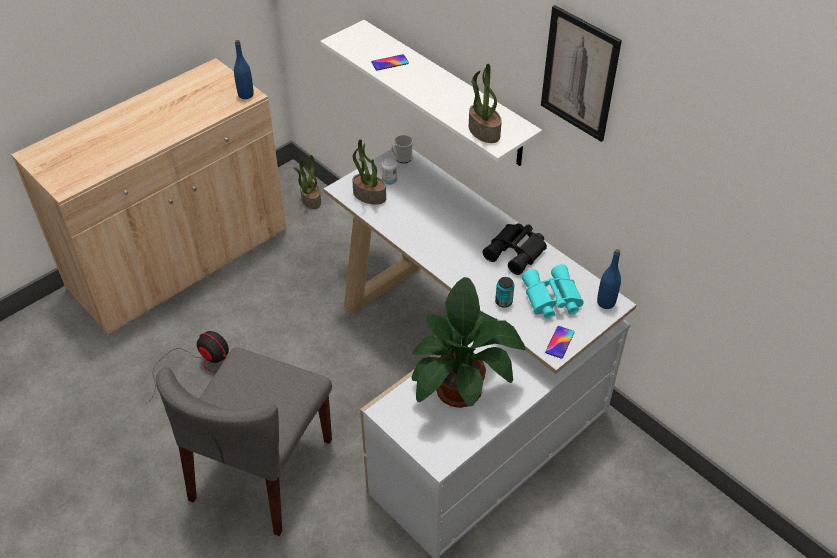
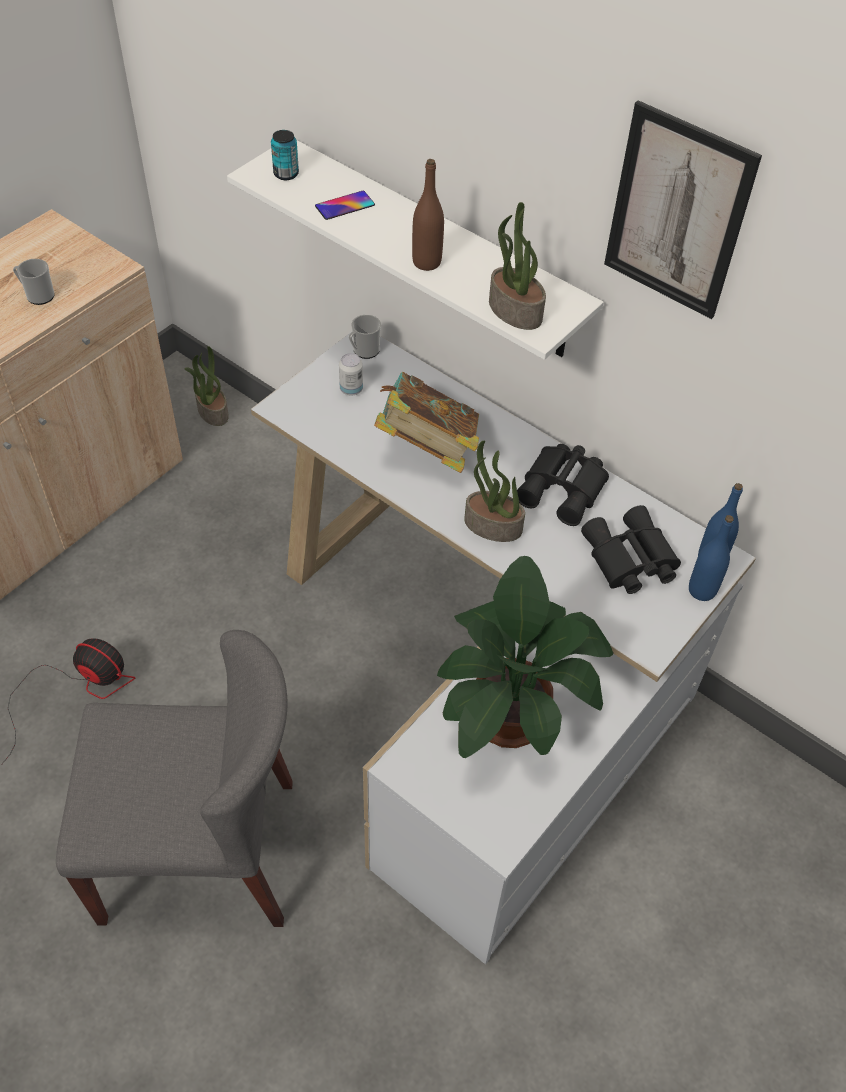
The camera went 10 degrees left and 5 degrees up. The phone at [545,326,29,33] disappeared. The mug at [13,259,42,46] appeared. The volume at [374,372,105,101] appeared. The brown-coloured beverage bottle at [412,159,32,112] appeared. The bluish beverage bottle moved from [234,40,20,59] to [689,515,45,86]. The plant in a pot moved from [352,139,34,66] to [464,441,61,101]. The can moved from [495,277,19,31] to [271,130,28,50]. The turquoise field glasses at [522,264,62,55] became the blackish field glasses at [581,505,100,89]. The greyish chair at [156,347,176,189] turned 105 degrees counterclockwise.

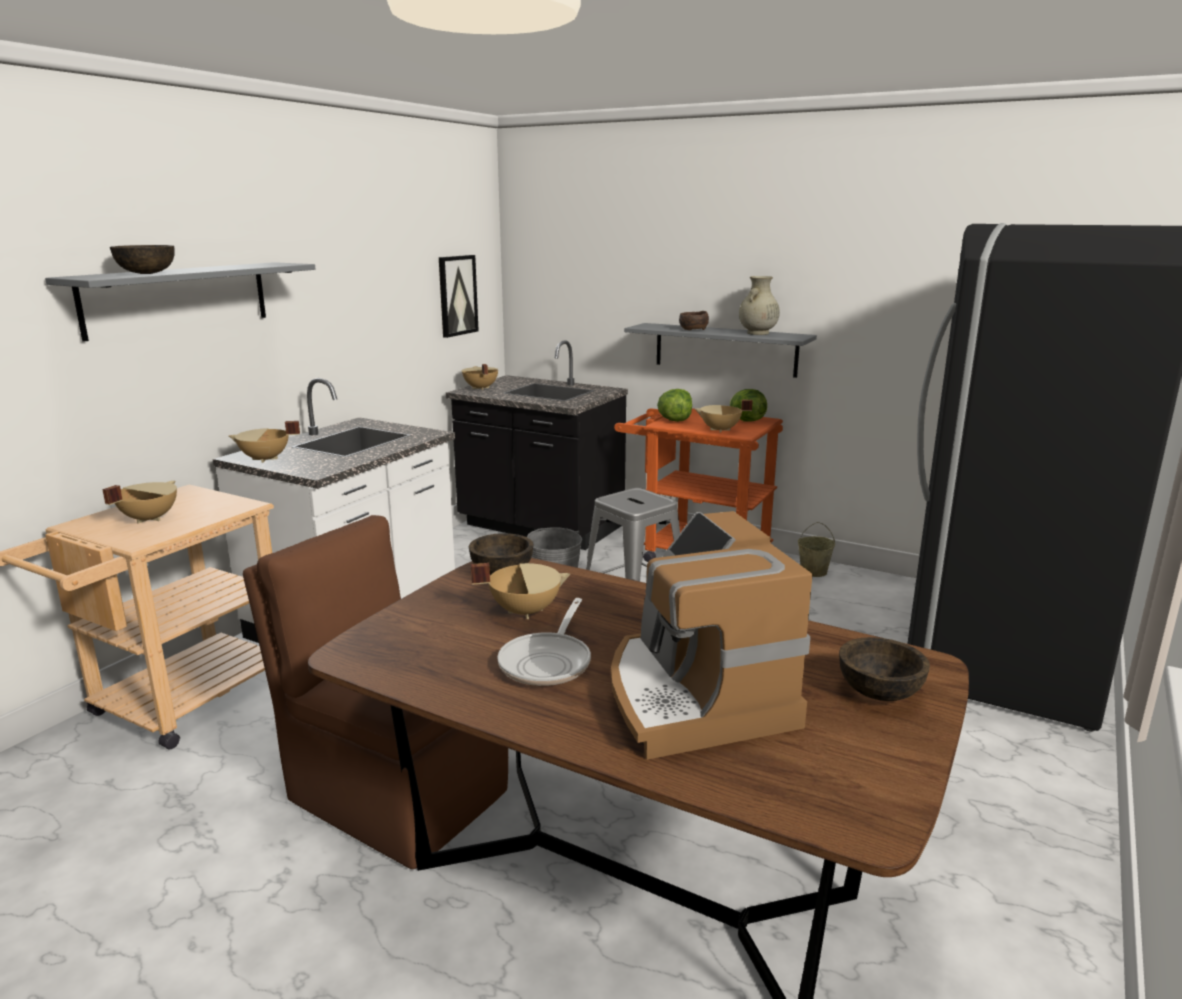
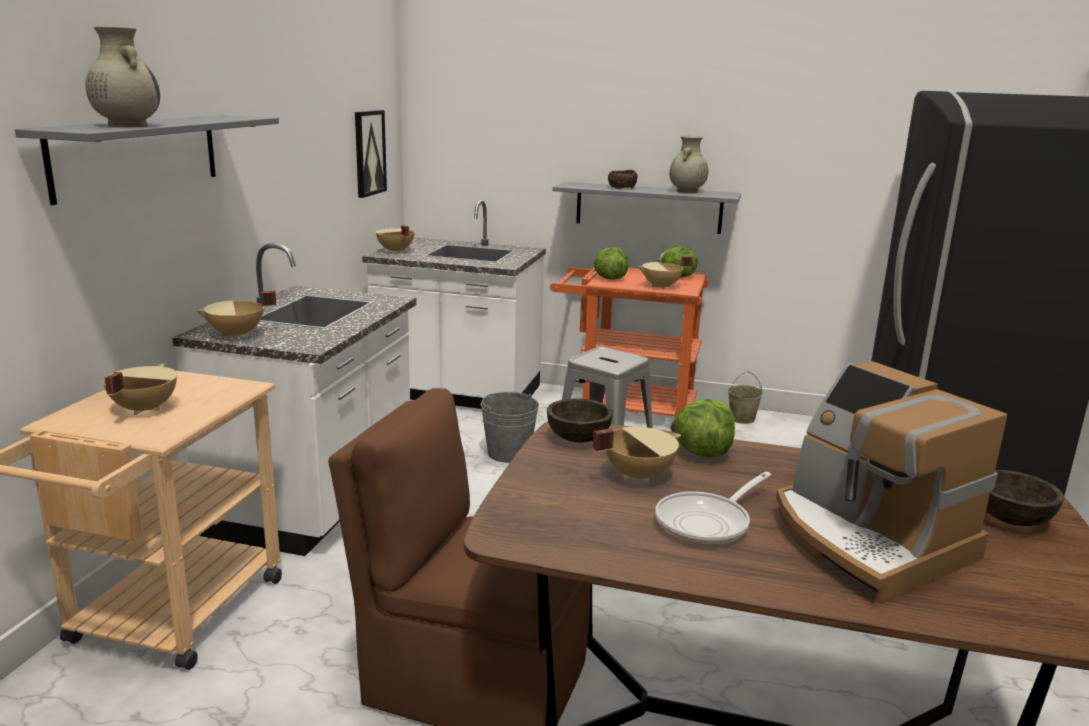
The camera went 15 degrees left and 0 degrees up. The head of lettuce at [673,399,62,58] appeared. The brown-coloured serving bowl at [110,245,64,29] was replaced by the beige flower vase at [85,27,75,100]. The blackish counter at [446,340,182,210] became the white-coloured counter at [362,200,184,209]. The pan at [497,598,94,88] turned 45 degrees clockwise.

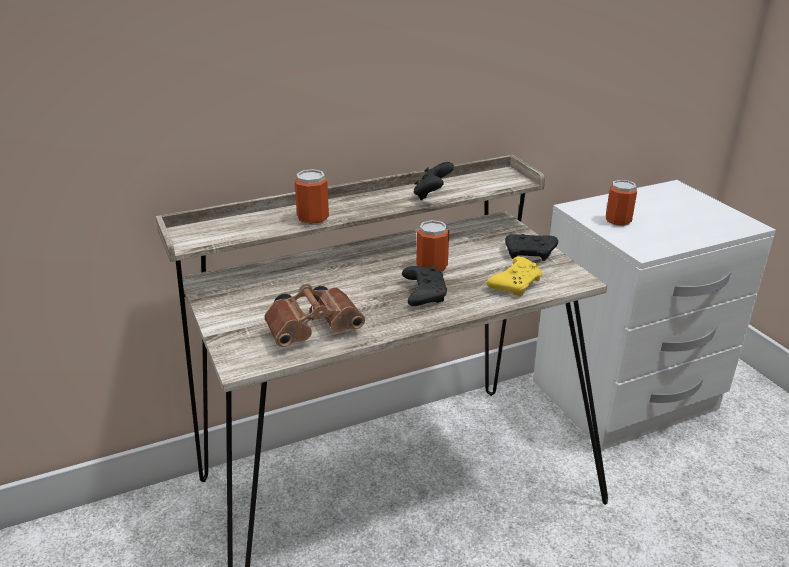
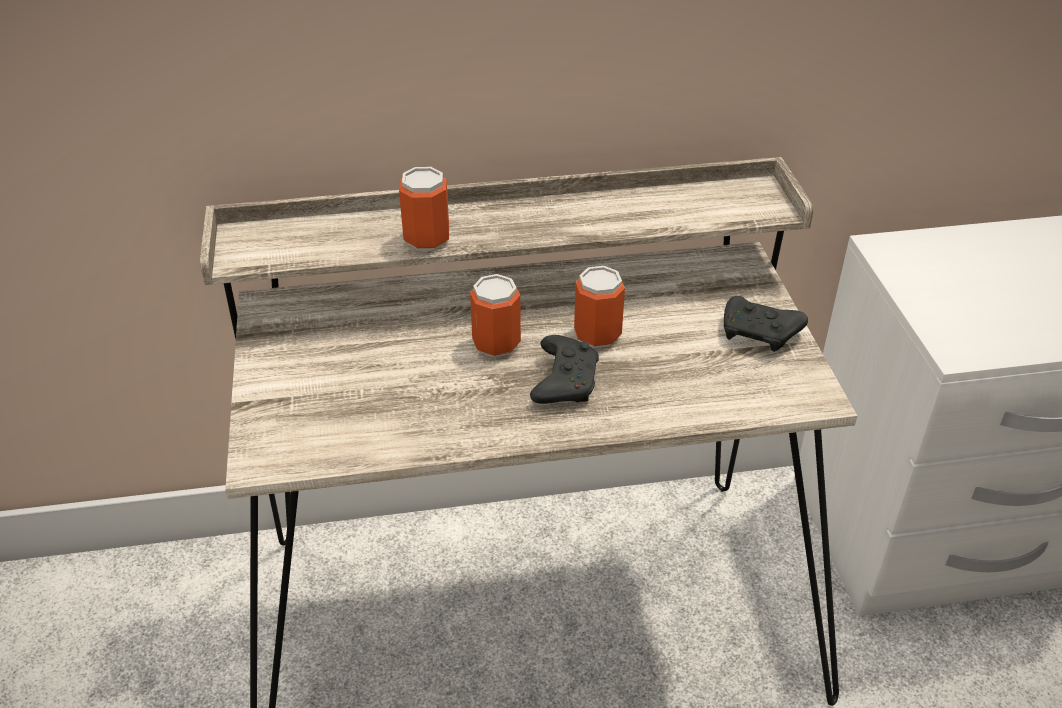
The camera went 15 degrees right and 10 degrees up. The brown-coloured field glasses at [264,284,101,63] disappeared. The blackish joypad at [414,162,40,38] disappeared. The yellow joypad at [487,256,55,40] disappeared. The can moved from [606,180,31,46] to [470,274,51,84].

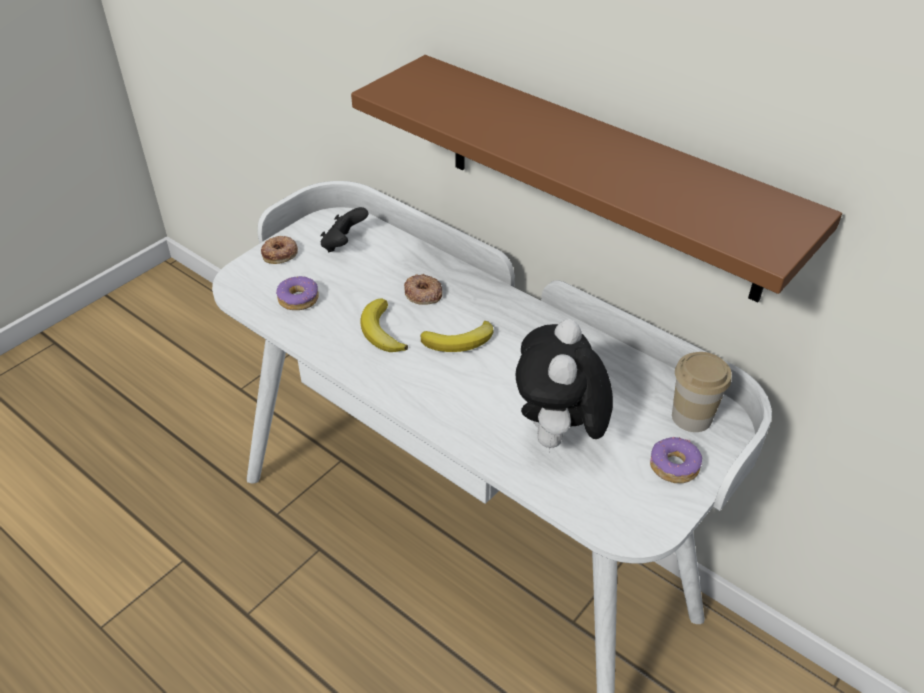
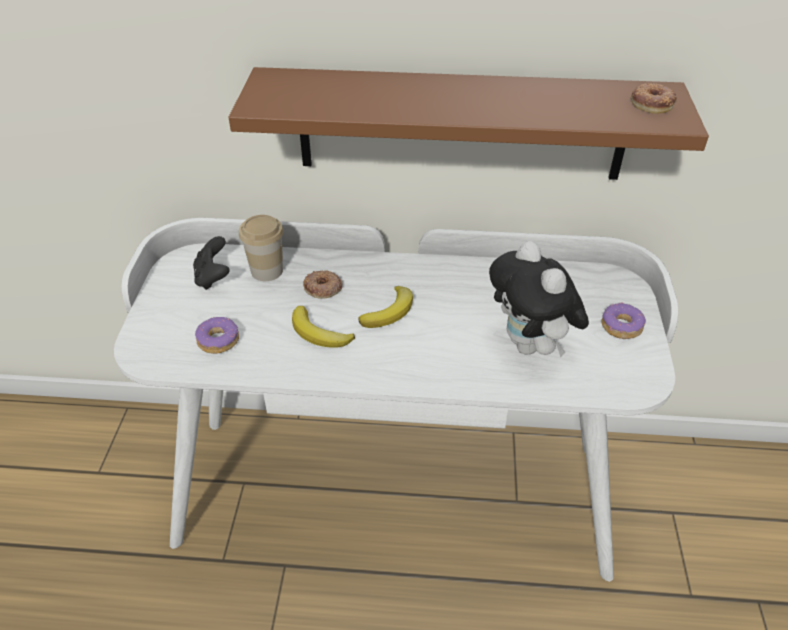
The camera went 35 degrees left and 0 degrees up. The ring doughnut moved from [261,236,37,28] to [631,83,46,31]. The drinking cup moved from [672,352,60,80] to [239,215,45,66].

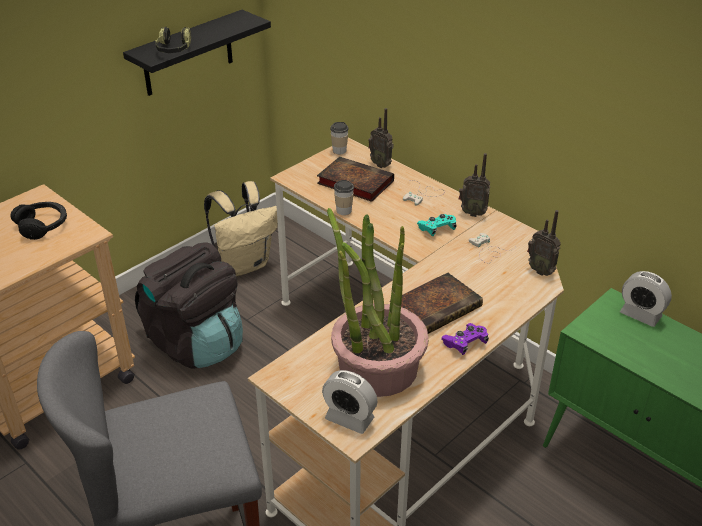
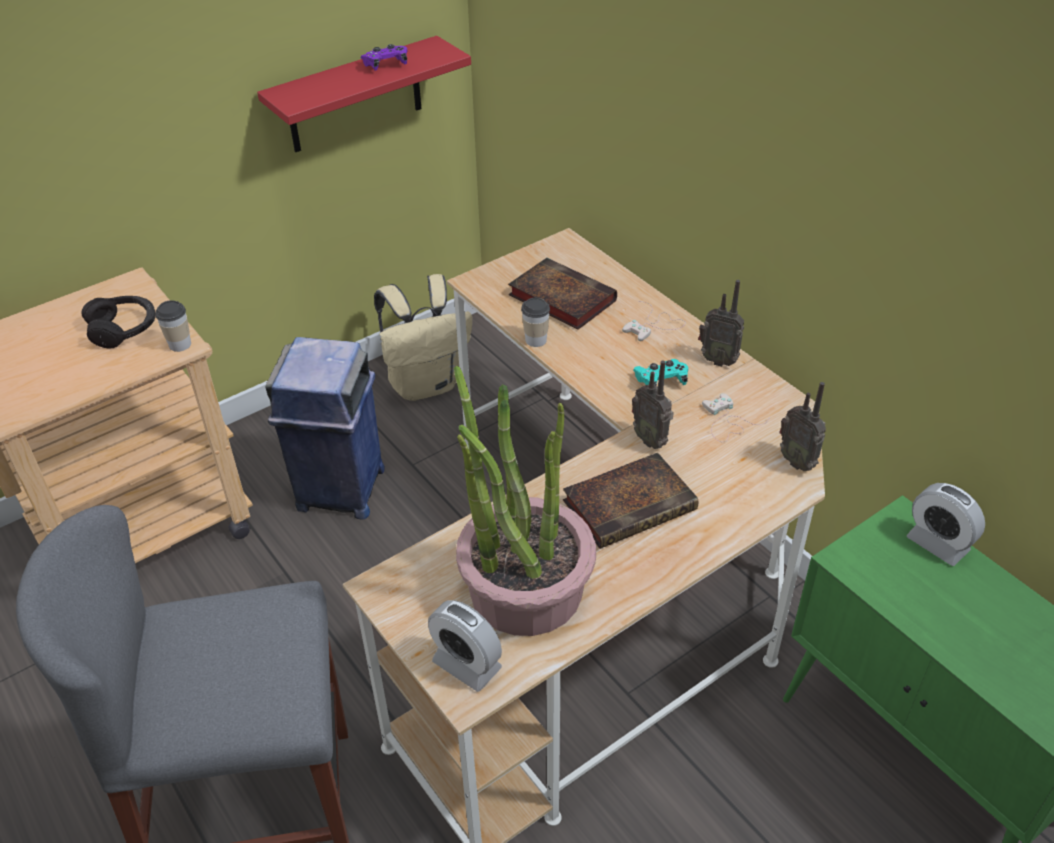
The camera went 10 degrees right and 5 degrees up. The headset at [155,27,36,26] disappeared. The drinking cup moved from [330,122,19,32] to [155,300,36,52]. The radio receiver moved from [368,108,25,60] to [632,360,42,89]. The purple joypad moved from [442,323,47,32] to [361,44,47,26]. The blackish knapsack at [135,242,108,126] was replaced by the bluish trash can at [265,337,120,183]. The blackish shelf at [123,10,148,86] became the red shelf at [257,36,214,116].

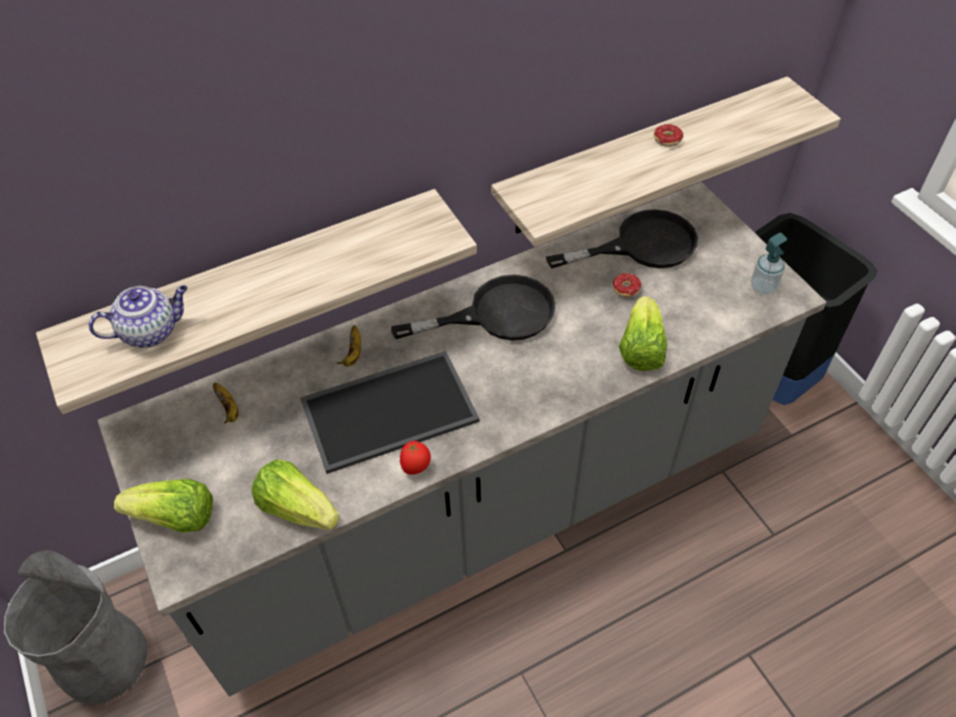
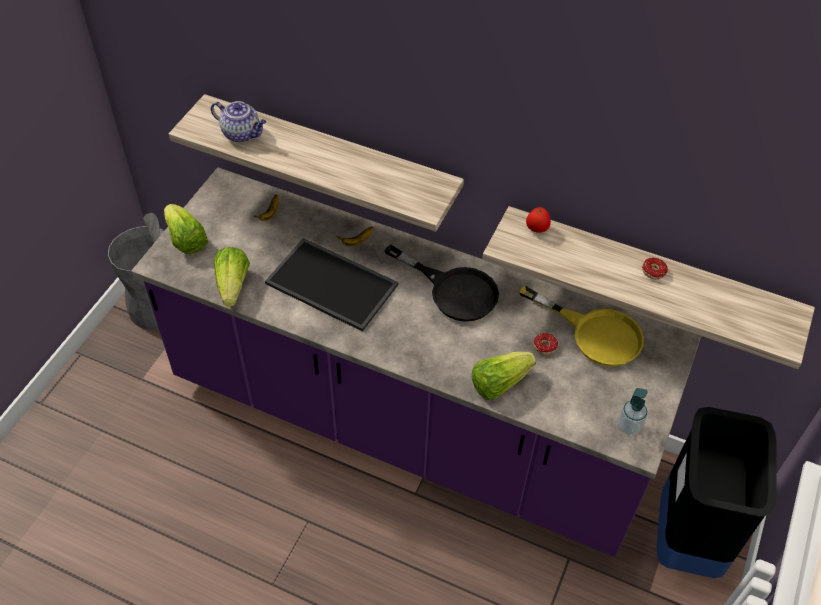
The camera went 50 degrees right and 0 degrees up. The whole tomato moved from [400,441,31,34] to [526,207,25,26]. The greyish counter at [97,182,729,515] became the purple counter at [131,167,570,390]. The blackish pan at [546,209,152,60] became the yellow pan at [519,286,125,81].

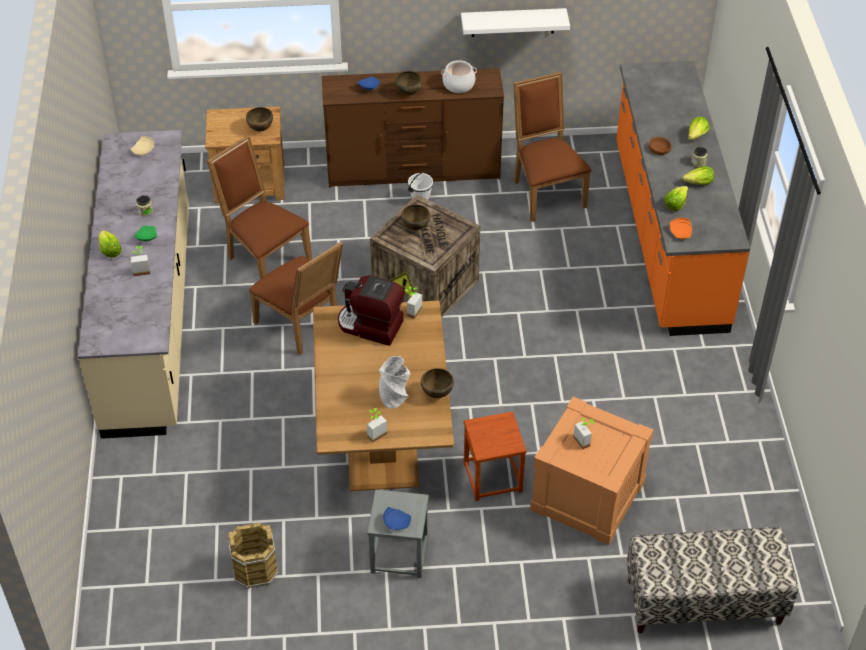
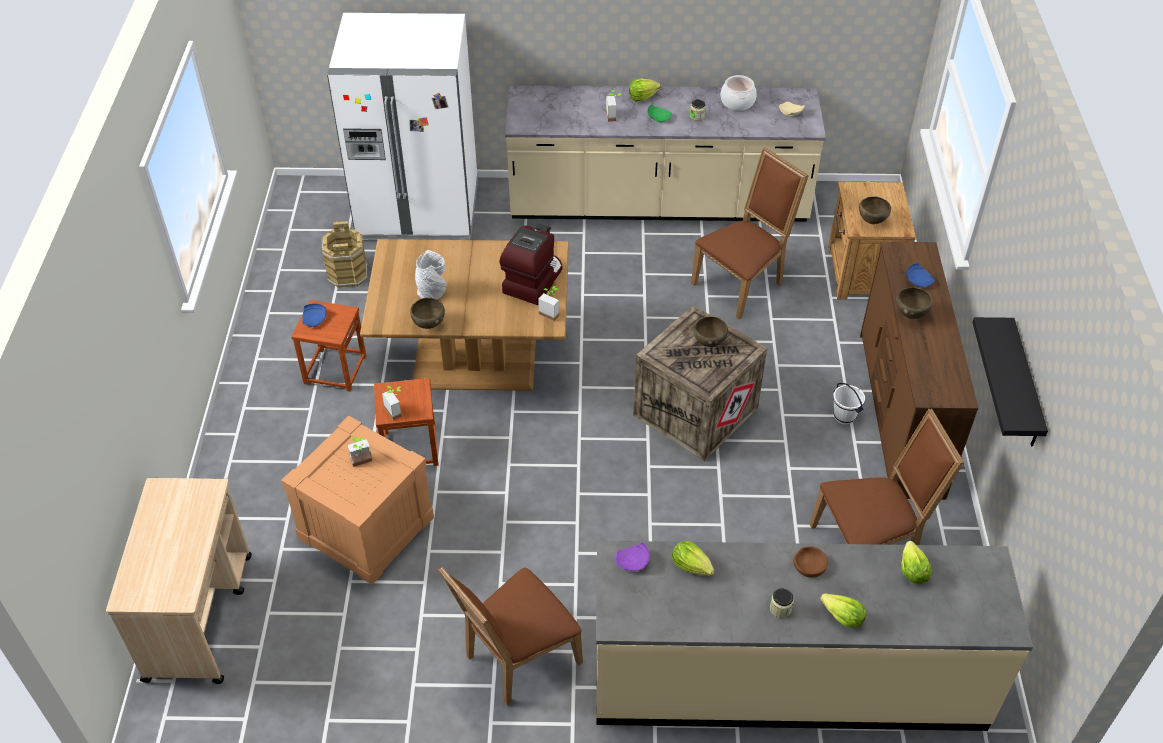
The camera went 95 degrees right and 0 degrees up. The white-coloured kitchen fridge at [327,13,151,227] appeared. The brown-coloured chair moved from [249,241,94,114] to [438,566,145,140]. The plant in a pot moved from [367,408,20,35] to [382,386,20,34]. The stockpot moved from [441,60,36,33] to [721,75,36,36]. The head of lettuce moved from [682,166,33,19] to [902,541,30,43]. The bench at [626,527,172,106] was replaced by the beige wheeled cart at [106,478,146,206]. The greyish sitting stool at [367,490,62,88] became the brown-coloured sitting stool at [291,300,75,92]. The white-coloured shelf at [461,8,109,29] became the blackish shelf at [972,317,76,129]. The orange counter at [616,61,134,275] became the beige counter at [596,541,437,190]. The orange flat dish at [669,218,23,21] became the purple flat dish at [616,542,34,29].

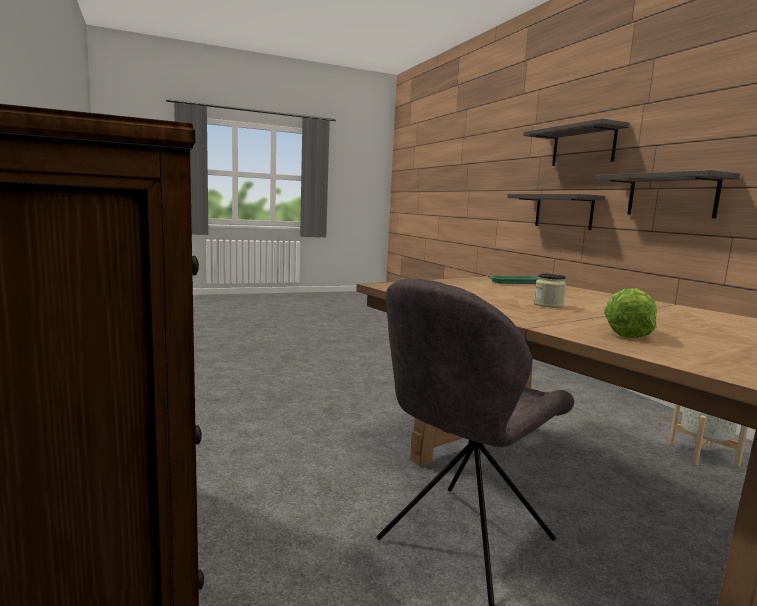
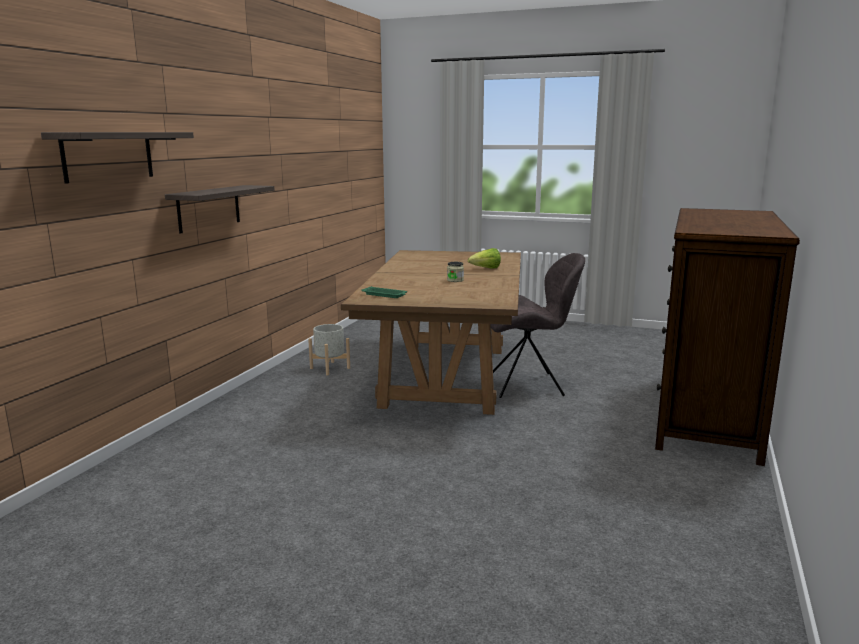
The camera went 135 degrees left and 5 degrees up. The shelf at [507,194,98,36] disappeared.

